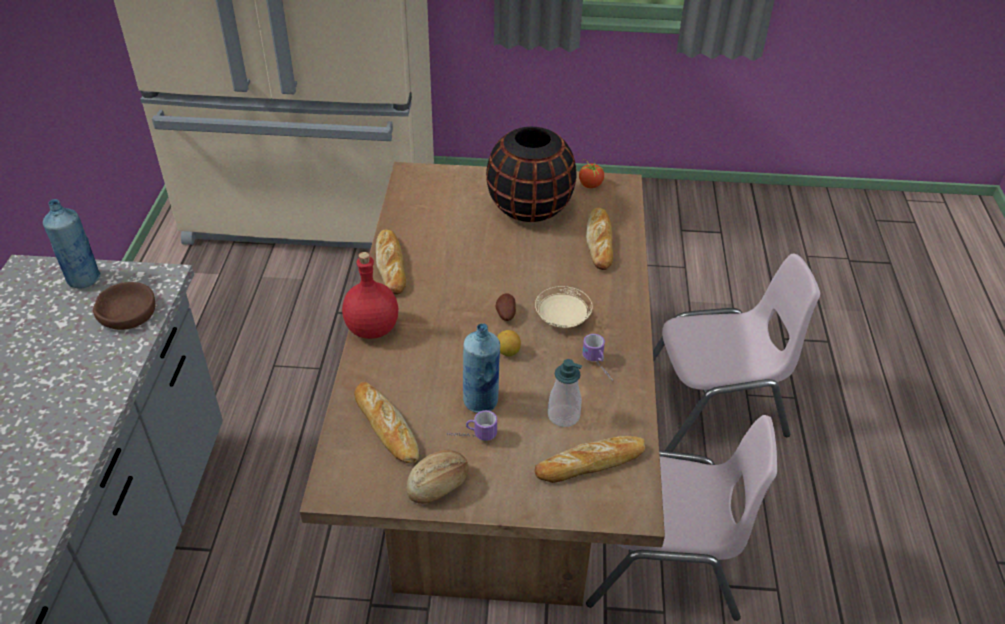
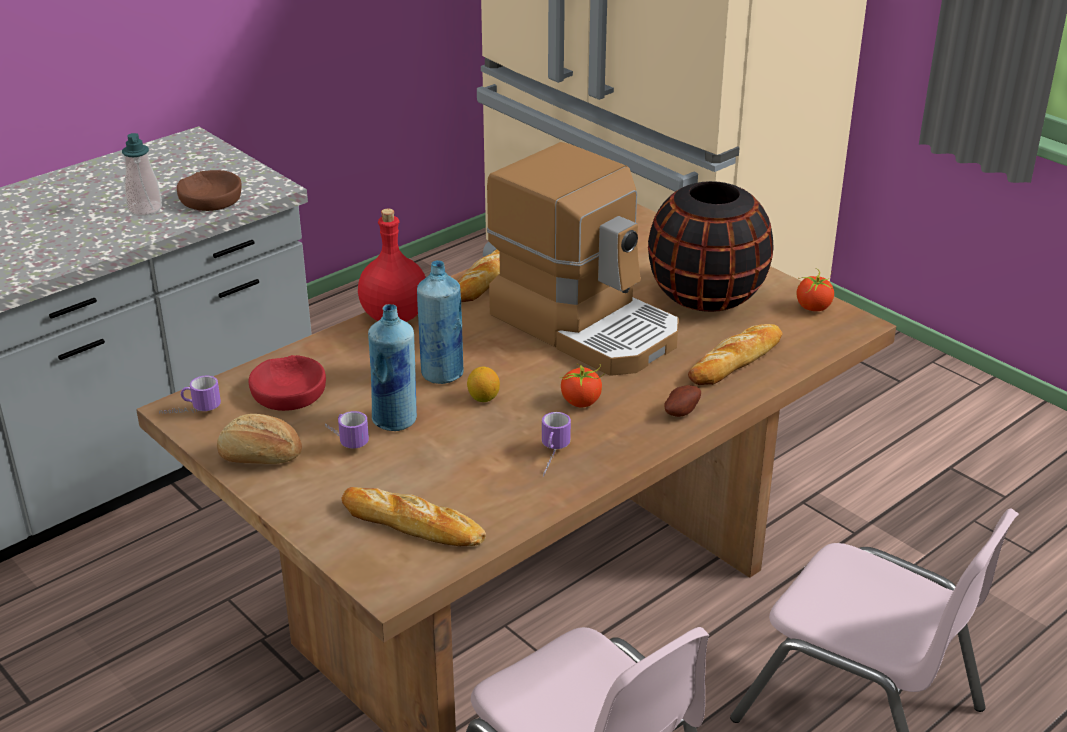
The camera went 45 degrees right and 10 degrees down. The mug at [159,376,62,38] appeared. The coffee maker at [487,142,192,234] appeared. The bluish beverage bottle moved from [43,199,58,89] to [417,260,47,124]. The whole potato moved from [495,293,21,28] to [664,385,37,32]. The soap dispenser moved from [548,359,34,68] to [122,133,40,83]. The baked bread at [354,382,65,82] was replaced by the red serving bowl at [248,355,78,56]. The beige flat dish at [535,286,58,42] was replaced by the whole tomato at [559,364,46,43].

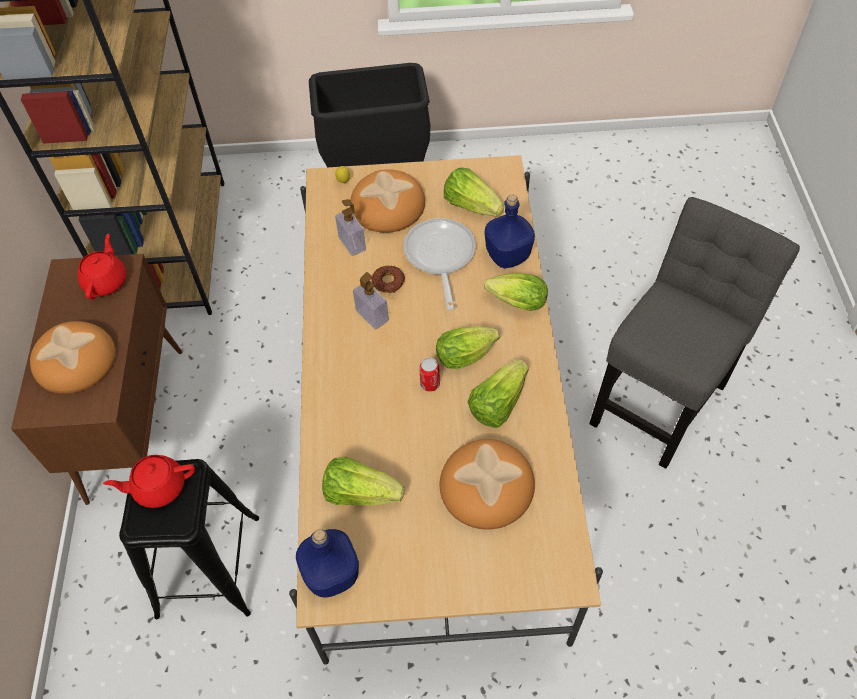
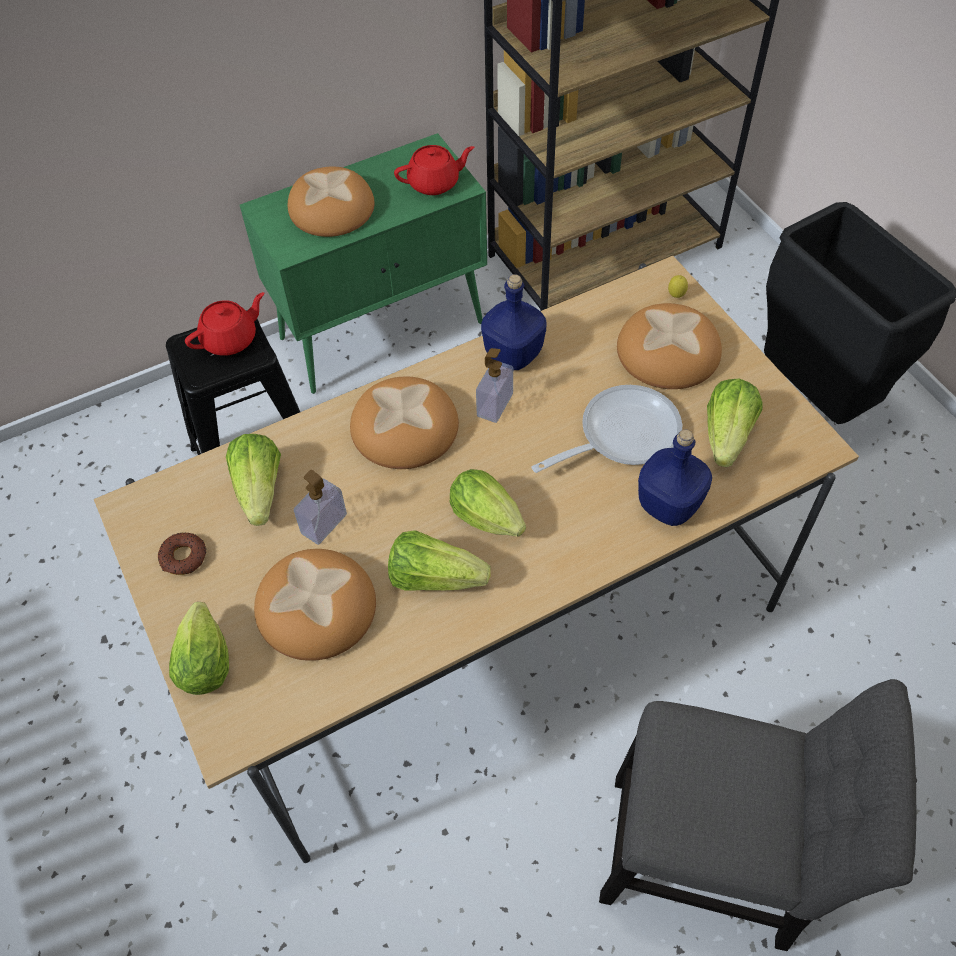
The camera went 65 degrees right and 0 degrees up. The can at [419,358,21,34] disappeared. The baked bread at [350,376,109,93] appeared. The bluish beverage bottle moved from [296,529,63,69] to [481,274,66,97]. The soap dispenser moved from [335,199,31,57] to [294,470,53,75]. The ring doughnut moved from [372,266,33,27] to [158,532,48,43]. The head of lettuce moved from [484,273,64,38] to [169,602,60,93]. The brown-coloured storage cabinet at [11,254,171,251] became the green storage cabinet at [240,133,247,261]. The red pot for tea at [103,455,92,53] turned 90 degrees clockwise.

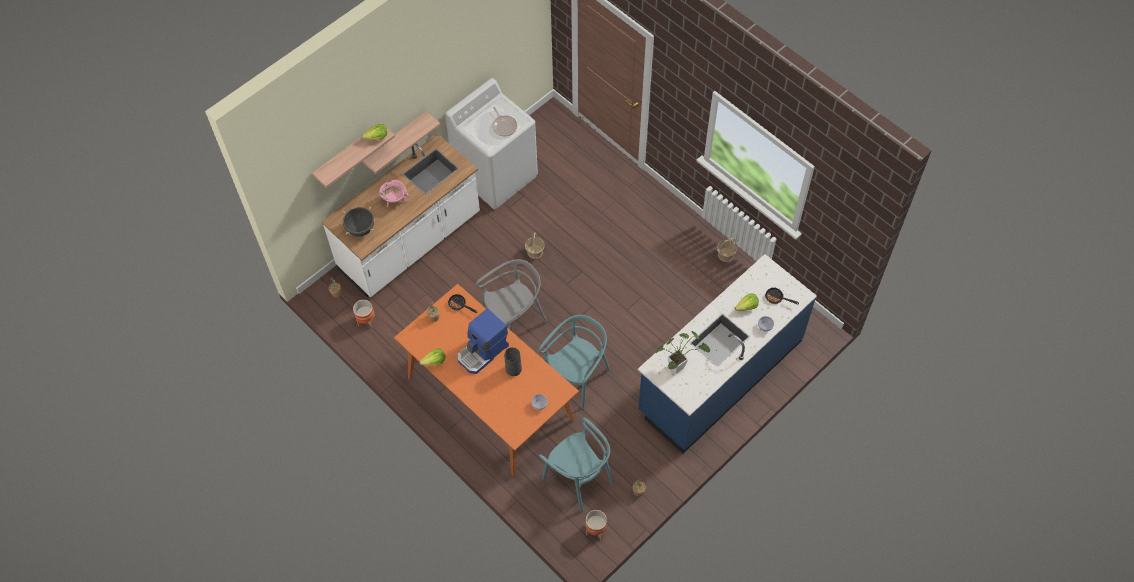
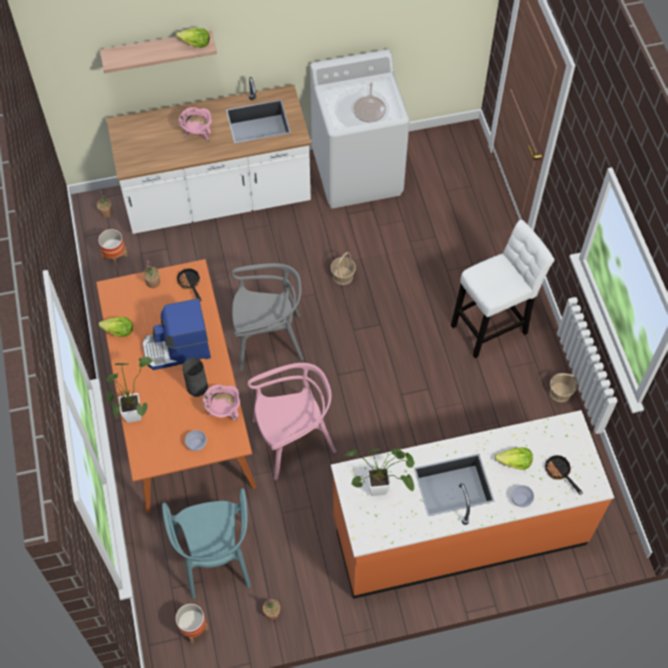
The camera went 30 degrees right and 0 degrees up. The blackish stockpot at [343,207,31,30] disappeared. The shelf at [362,111,78,63] disappeared. The plant in a pot at [107,357,46,66] appeared. The pinkish stockpot at [203,385,37,36] appeared. The white-coloured sitting stool at [451,220,104,138] appeared. The turquoise chair at [538,315,72,94] became the pinkish chair at [247,363,89,117]. The bluish counter at [638,254,179,200] became the orange counter at [331,410,283,189].

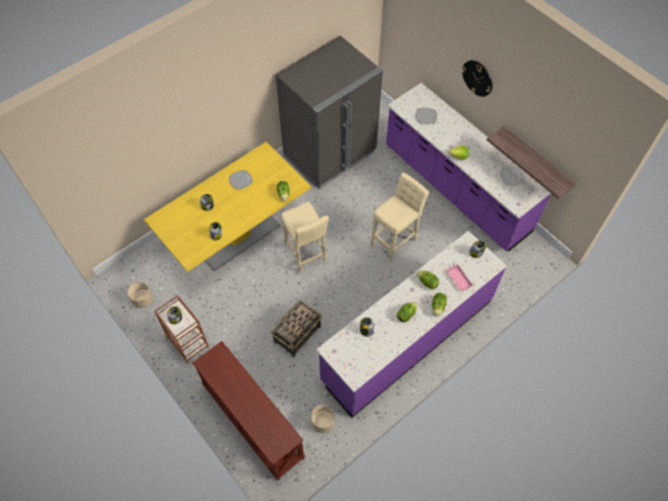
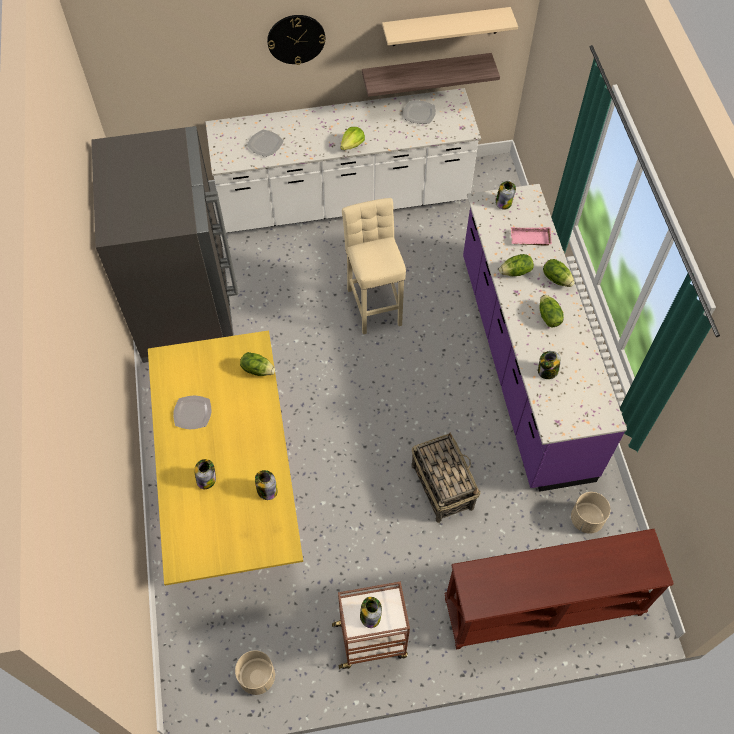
The camera went 60 degrees left and 0 degrees up. The beige sitting stool at [281,202,48,71] disappeared. The beige shelf at [382,7,136,39] appeared. The purple counter at [386,83,165,168] became the white-coloured counter at [206,88,275,145].

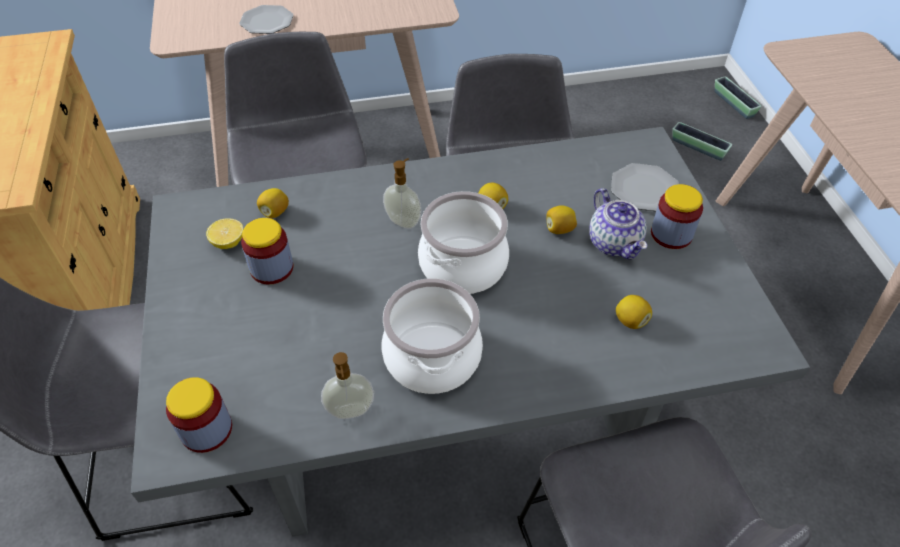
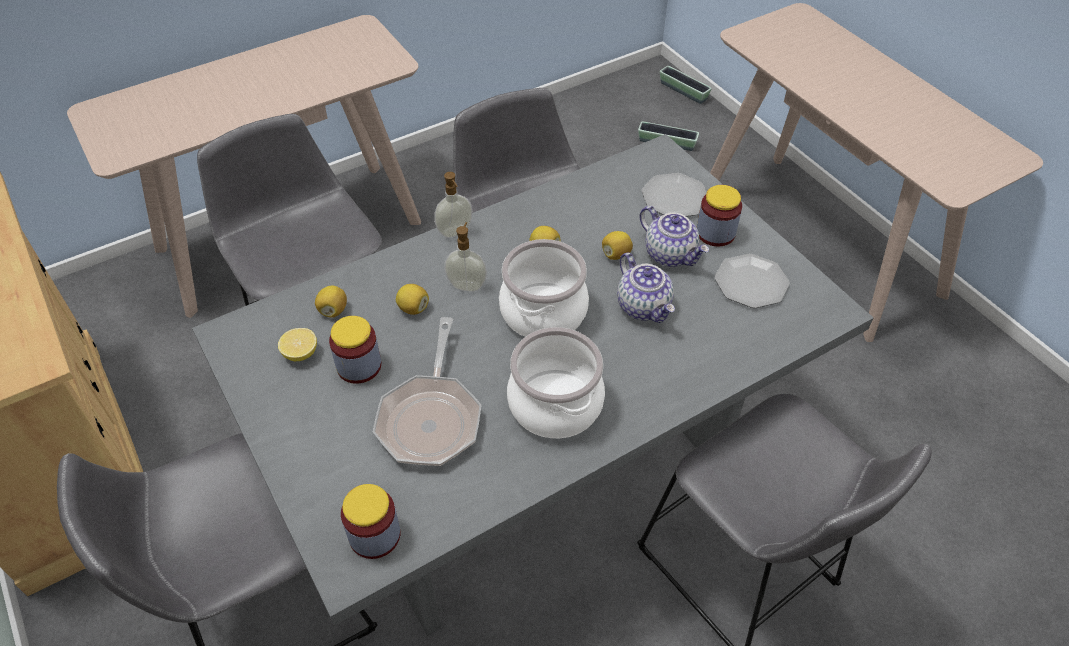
The camera went 20 degrees left and 0 degrees up. The pan at [373,317,108,149] appeared. The pot for tea at [617,253,58,70] appeared. The flat dish moved from [239,5,55,29] to [715,254,75,54]. The soap dispenser moved from [321,352,53,67] to [434,172,38,66]. The whole lemon moved from [616,295,36,34] to [396,284,33,31].

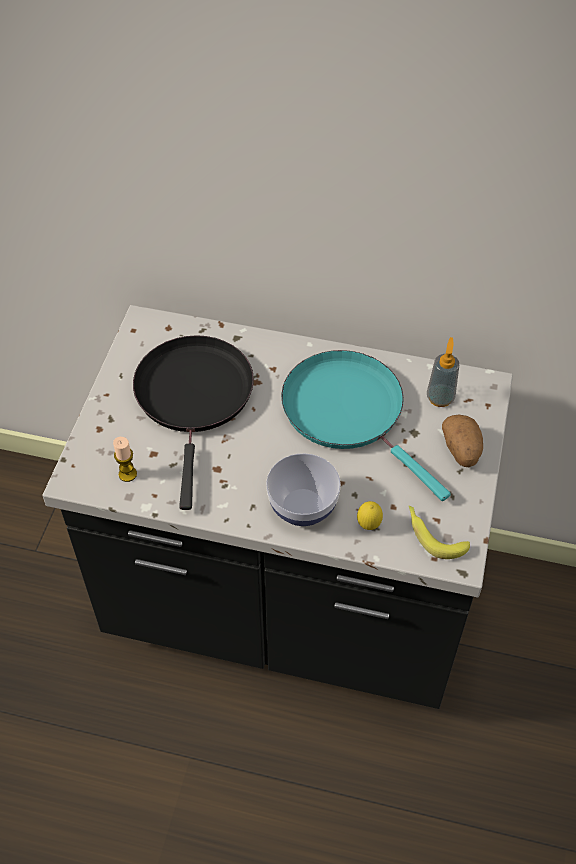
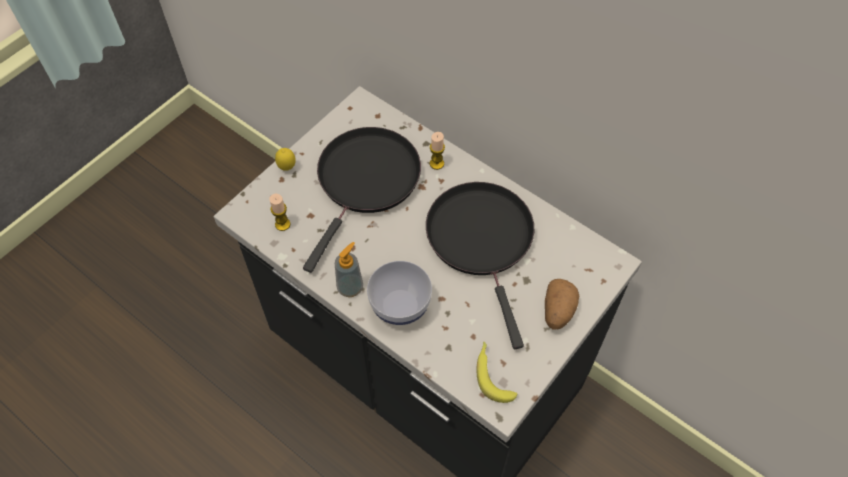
The camera went 25 degrees right and 5 degrees up. The wax candle at [430,132,15,38] appeared. The whole lemon moved from [357,501,26,29] to [275,148,21,23]. The soap dispenser moved from [427,337,32,70] to [335,242,28,55]. The turquoise pan at [281,350,170,151] became the blackish pan at [426,182,108,167].

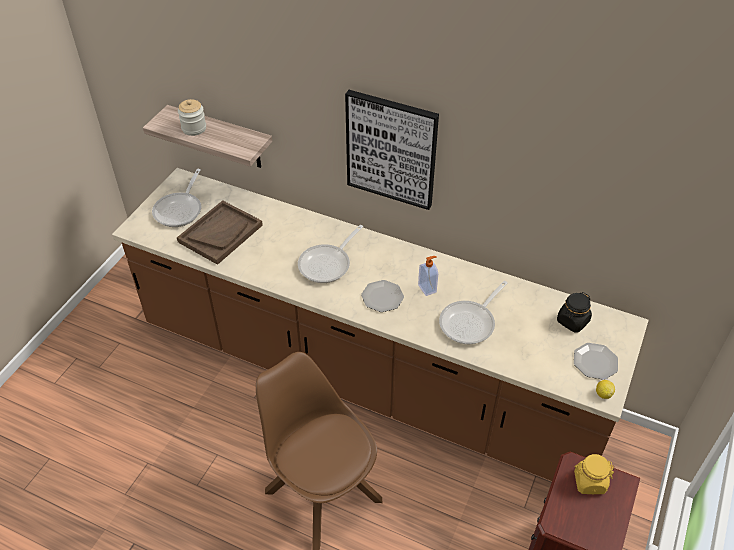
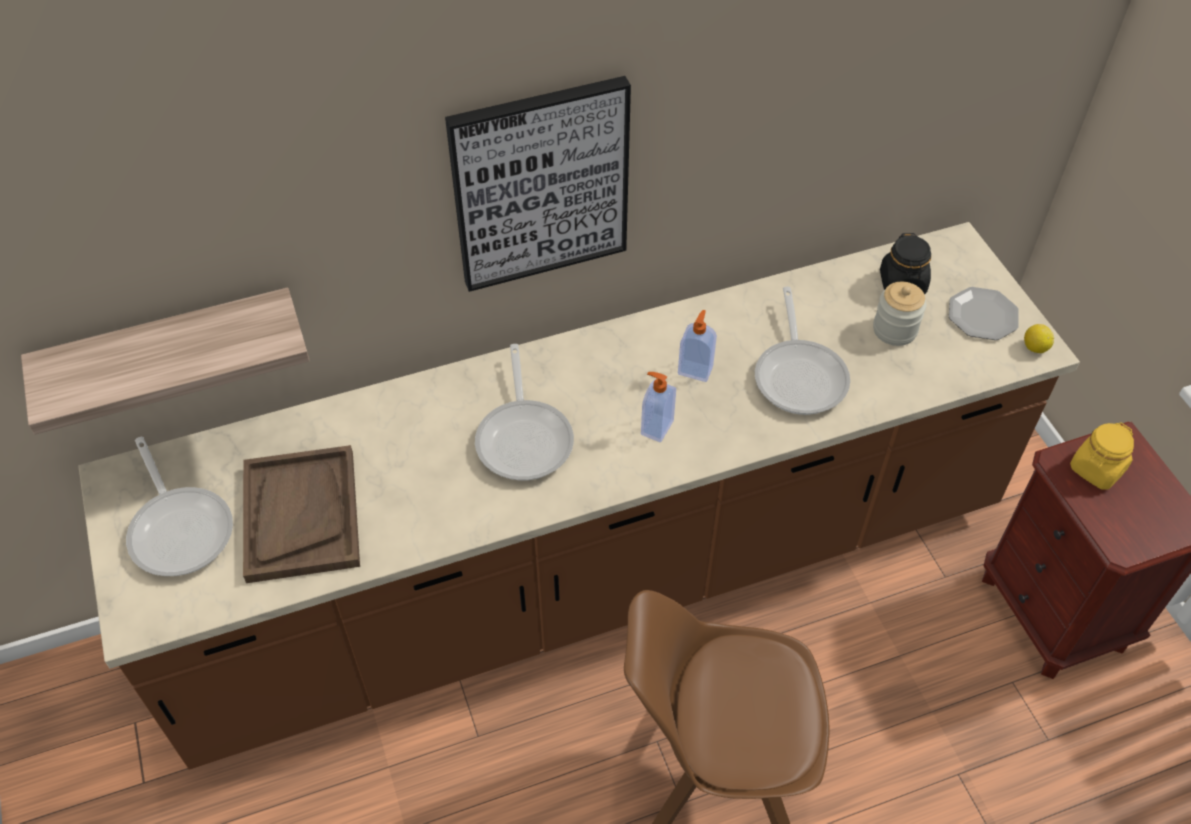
The camera went 45 degrees left and 5 degrees up. The storage jar moved from [178,99,28,37] to [873,282,53,64]. The flat dish at [361,280,43,32] was replaced by the soap dispenser at [641,372,35,70].

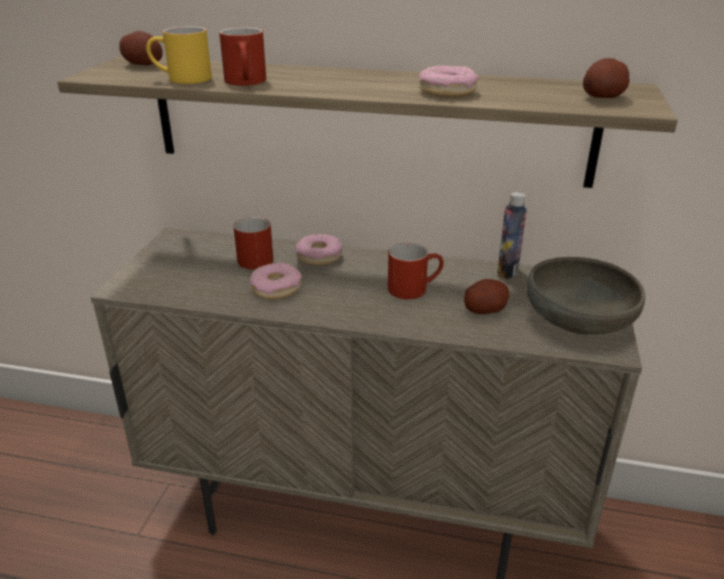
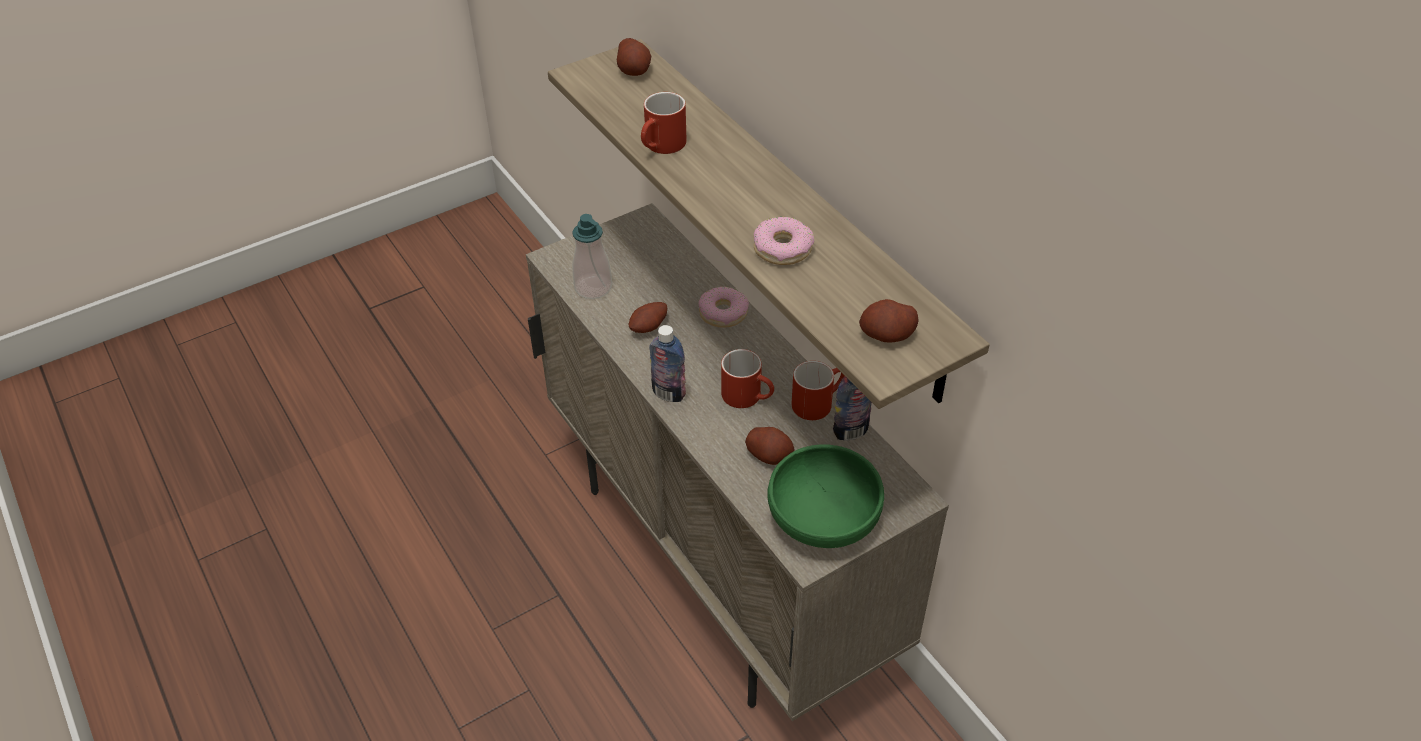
The camera went 45 degrees right and 15 degrees up. The yellow mug at [146,26,66,58] disappeared. The soap dispenser at [572,214,40,85] appeared. The beverage bottle at [649,325,37,77] appeared. The red mug moved from [234,217,39,52] to [792,361,53,59]. The ring doughnut at [249,263,53,36] was replaced by the whole potato at [629,302,38,31]. The greyish serving bowl at [527,257,118,78] became the green serving bowl at [767,444,117,104].

